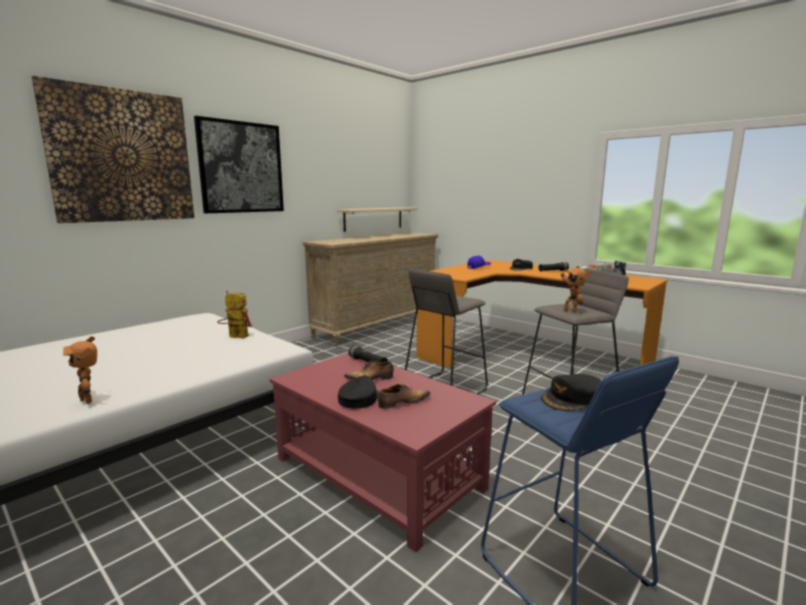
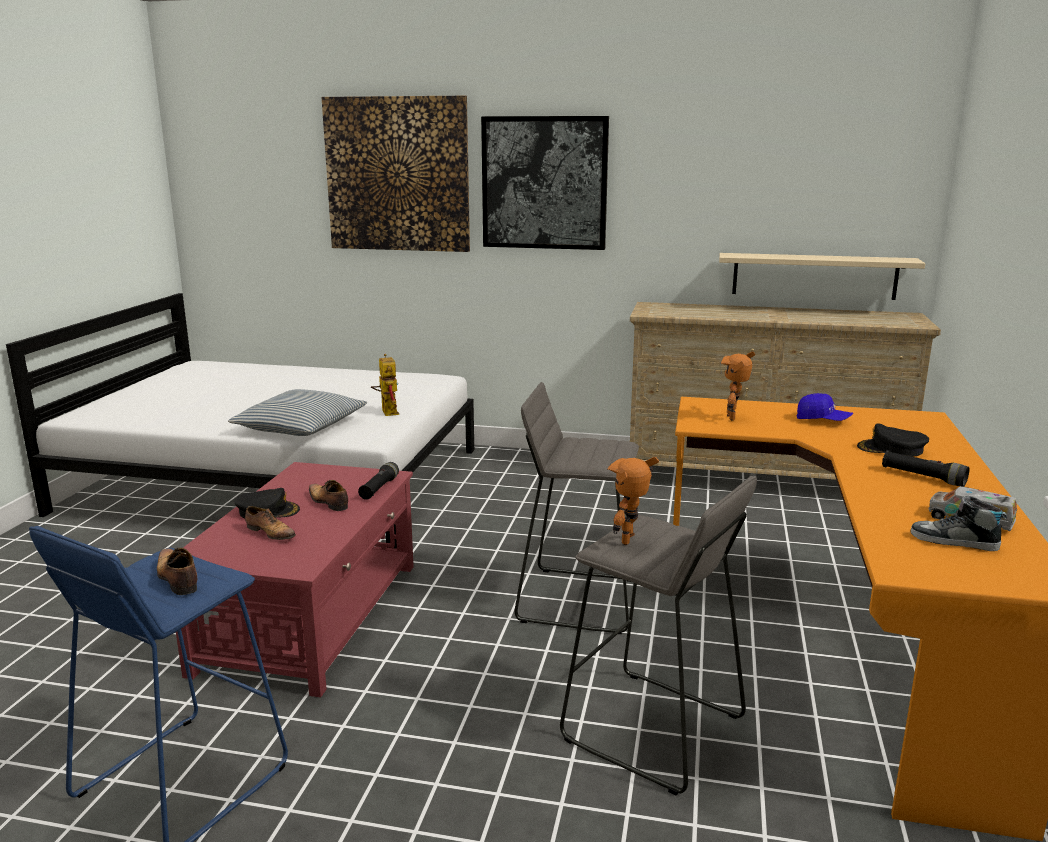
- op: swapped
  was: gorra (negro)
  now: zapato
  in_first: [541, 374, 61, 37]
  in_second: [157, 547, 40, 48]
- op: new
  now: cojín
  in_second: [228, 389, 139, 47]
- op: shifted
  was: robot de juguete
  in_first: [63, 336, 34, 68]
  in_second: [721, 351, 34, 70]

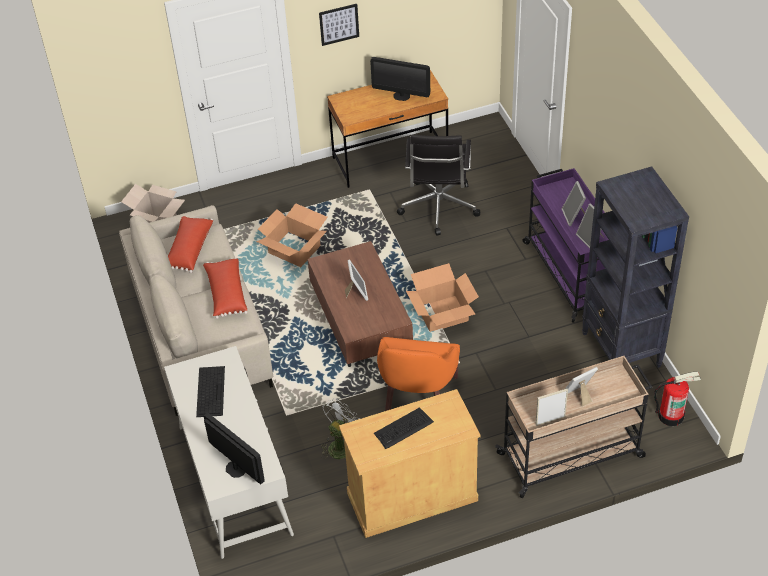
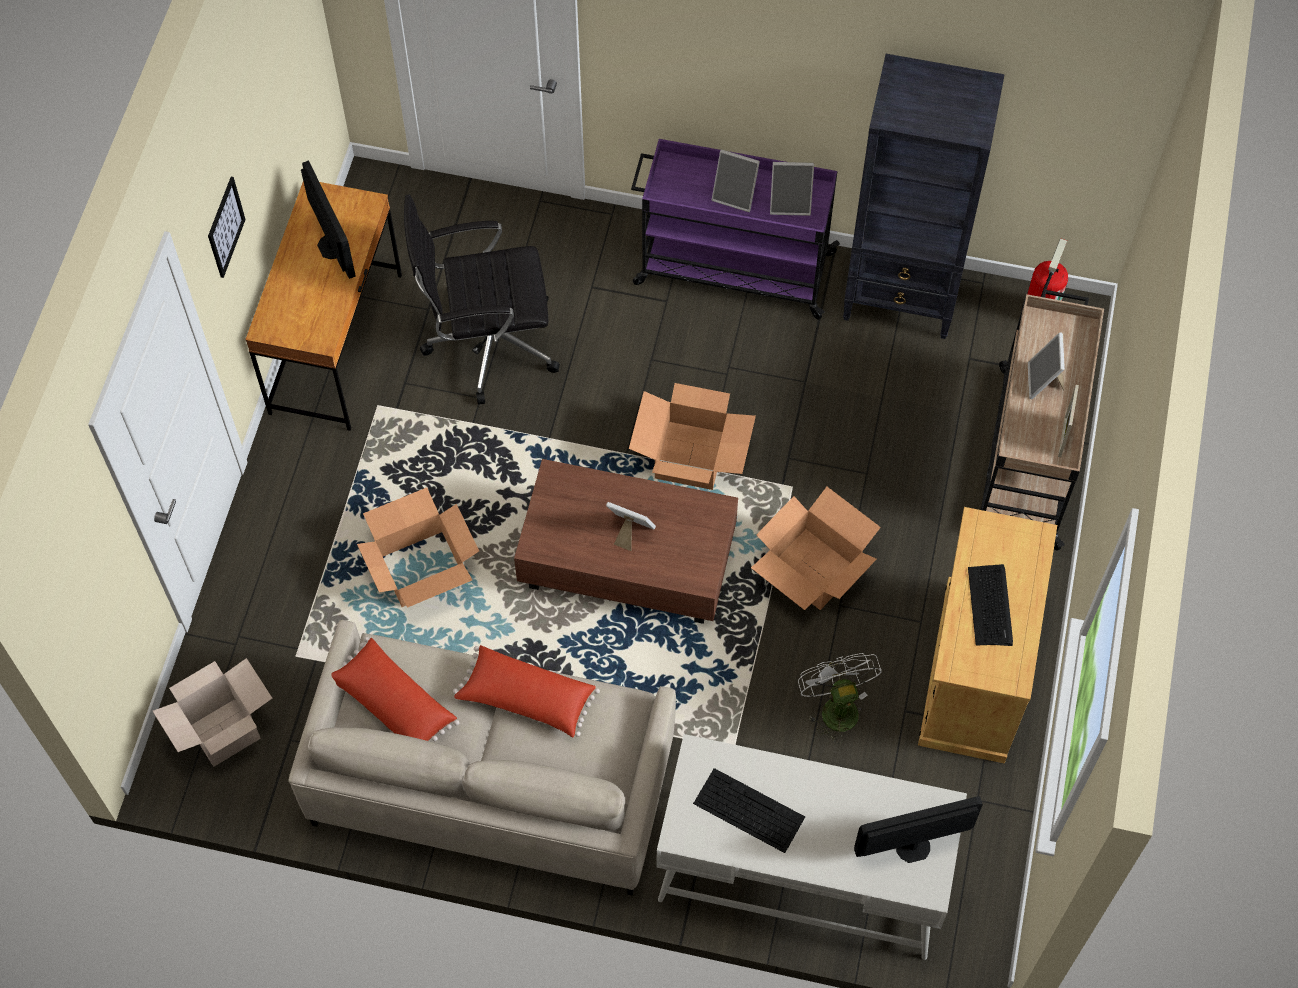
- op: rotated
  was: monitor
  in_first: [370, 57, 60, 44]
  in_second: [301, 161, 55, 118]
  clockwise: -75
- op: rotated
  was: silla de oficina (negro)
  in_first: [397, 134, 83, 102]
  in_second: [404, 194, 156, 211]
  clockwise: 135
- op: swapped
  was: sillón (naranja)
  now: caja de cartón
  in_first: [377, 337, 83, 74]
  in_second: [751, 487, 130, 123]

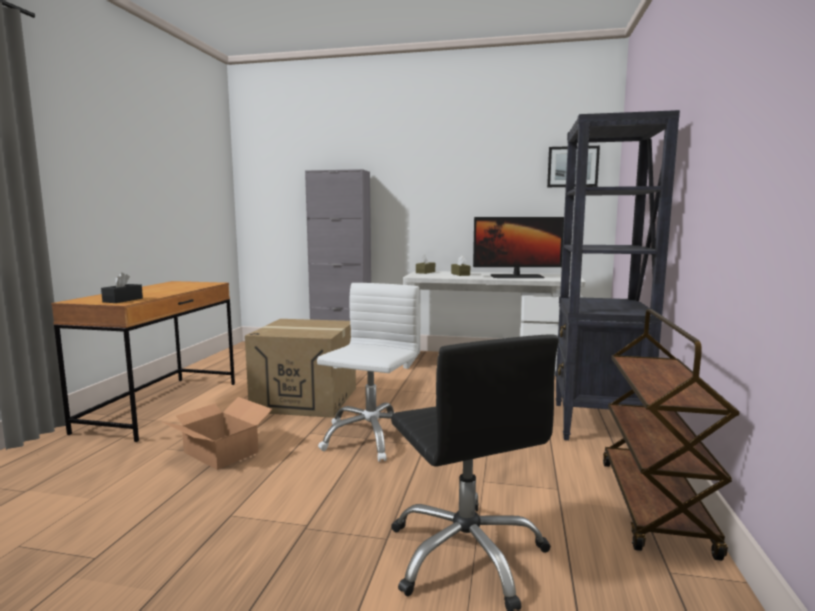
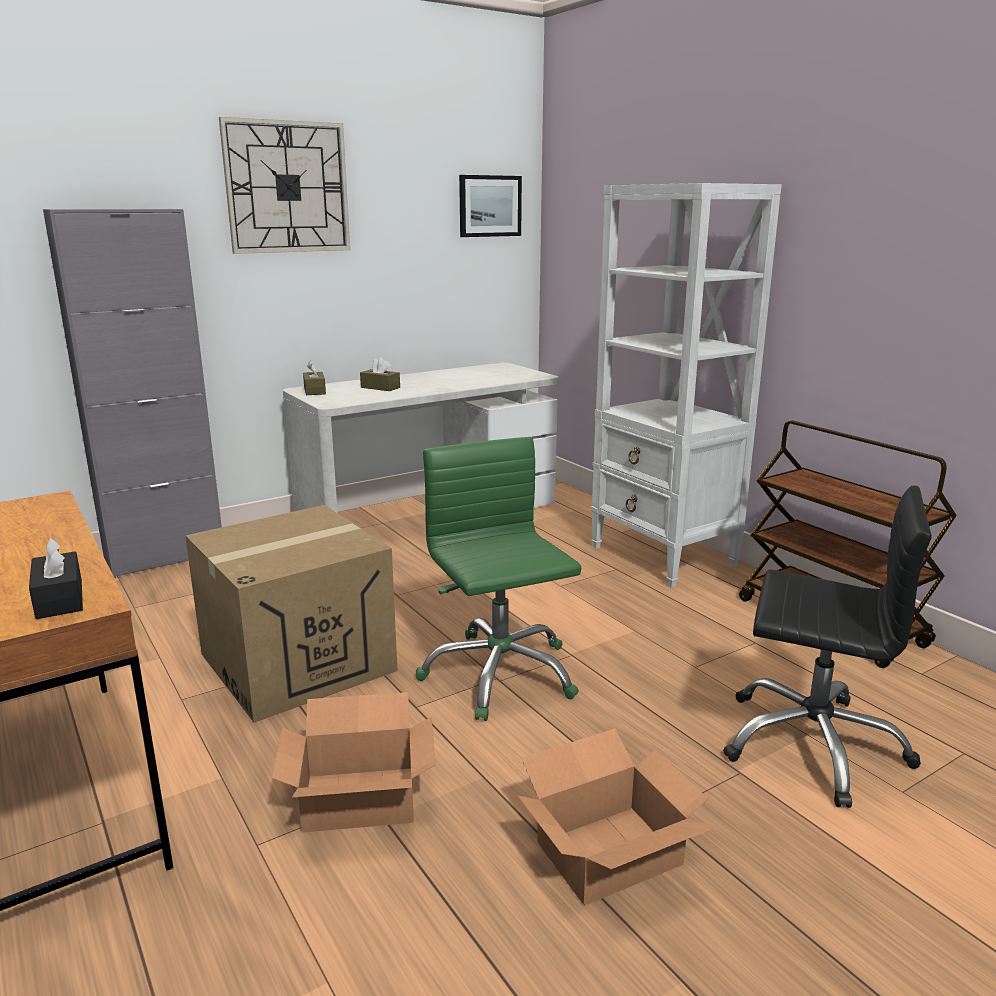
- op: new
  now: reloj de pared
  in_second: [219, 117, 131, 137]
- op: repainted
  was: silla de oficina (blanco)
  now: silla de oficina (verde)
  in_first: [317, 283, 102, 179]
  in_second: [416, 437, 165, 284]
- op: new
  now: caja de cartón
  in_second: [518, 729, 198, 176]
- op: repainted
  was: estantería (negro)
  now: estantería (blanco)
  in_first: [555, 110, 125, 330]
  in_second: [591, 183, 191, 405]
- op: gone
  was: monitor
  in_first: [473, 217, 91, 61]

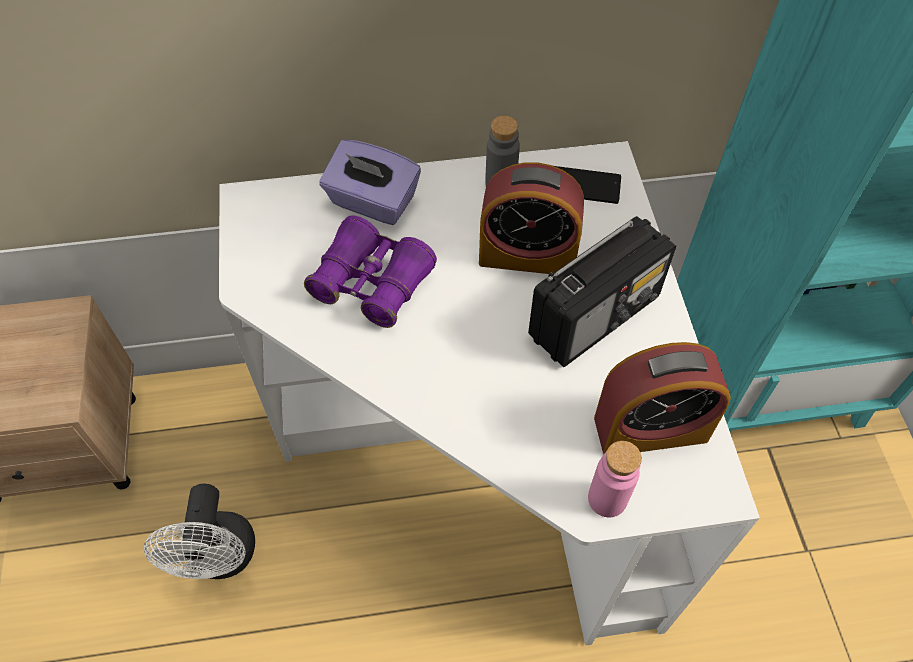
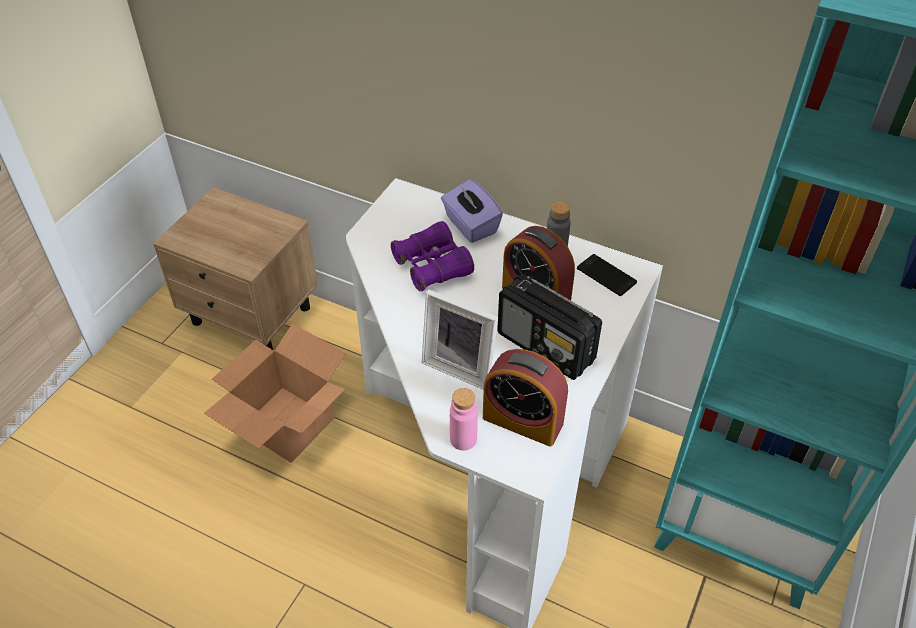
- op: swapped
  was: ventilador (blanco)
  now: caja de cartón
  in_first: [144, 484, 111, 95]
  in_second: [204, 323, 142, 140]
- op: new
  now: portarretratos
  in_second: [422, 289, 76, 101]
- op: rotated
  was: radio
  in_first: [528, 216, 148, 151]
  in_second: [497, 274, 105, 106]
  clockwise: 45

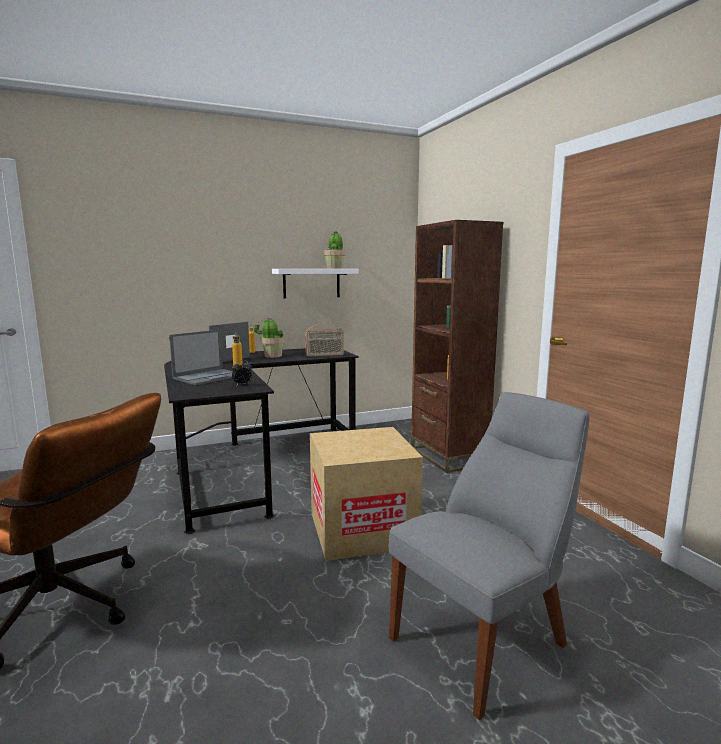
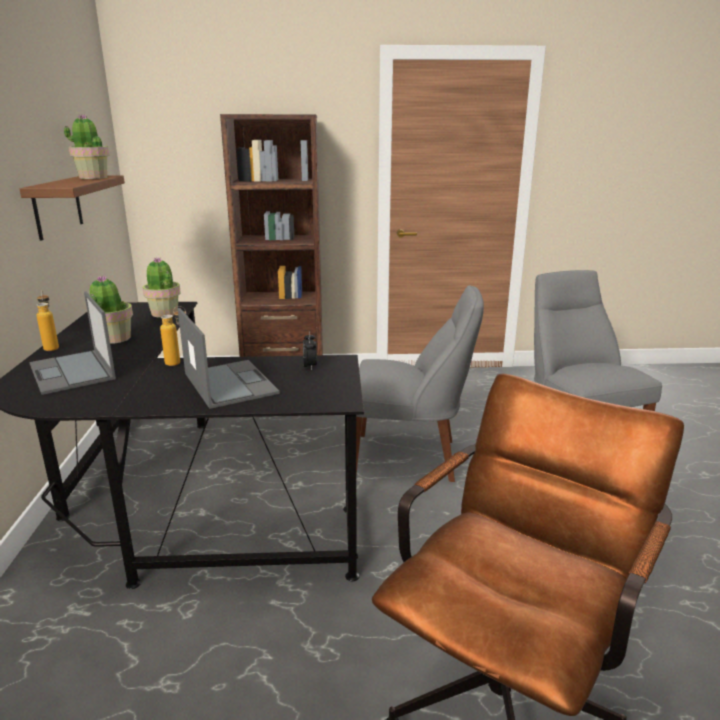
- op: repainted
  was: estante (blanco)
  now: estante (marrón)
  in_first: [272, 269, 87, 29]
  in_second: [20, 176, 105, 65]
- op: swapped
  was: radio
  now: planta en maceta
  in_first: [305, 323, 39, 34]
  in_second: [143, 257, 38, 61]
- op: swapped
  was: caja de cartón
  now: silla (gris)
  in_first: [310, 427, 113, 134]
  in_second: [356, 285, 128, 197]

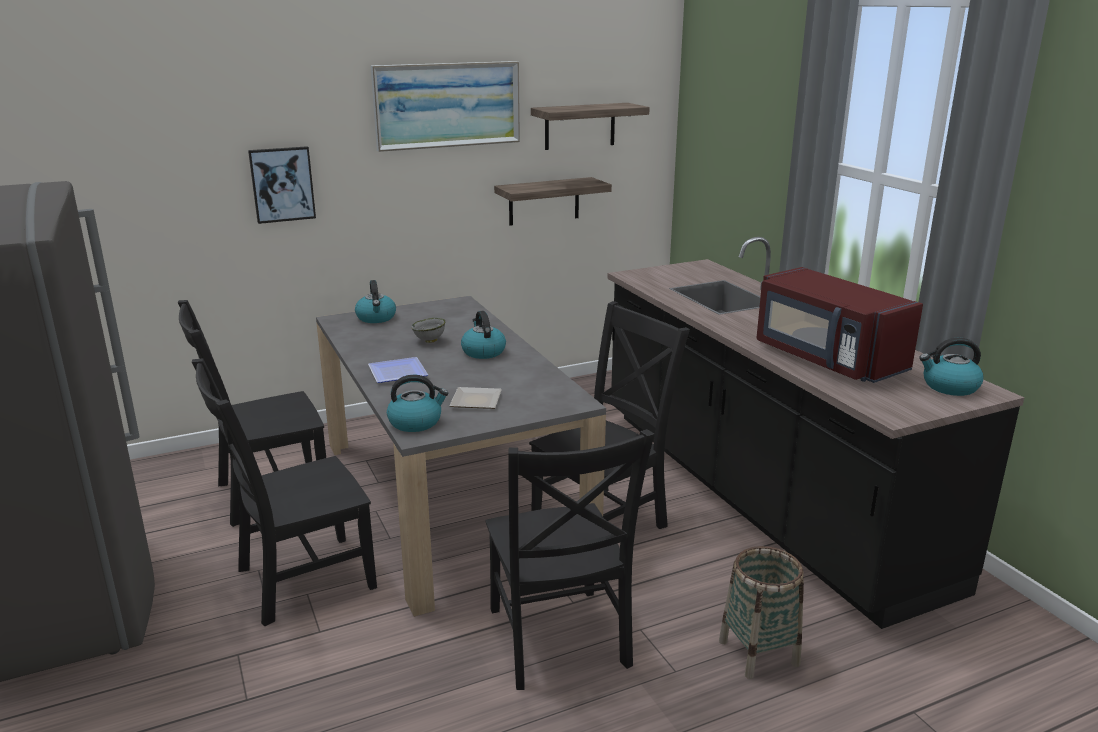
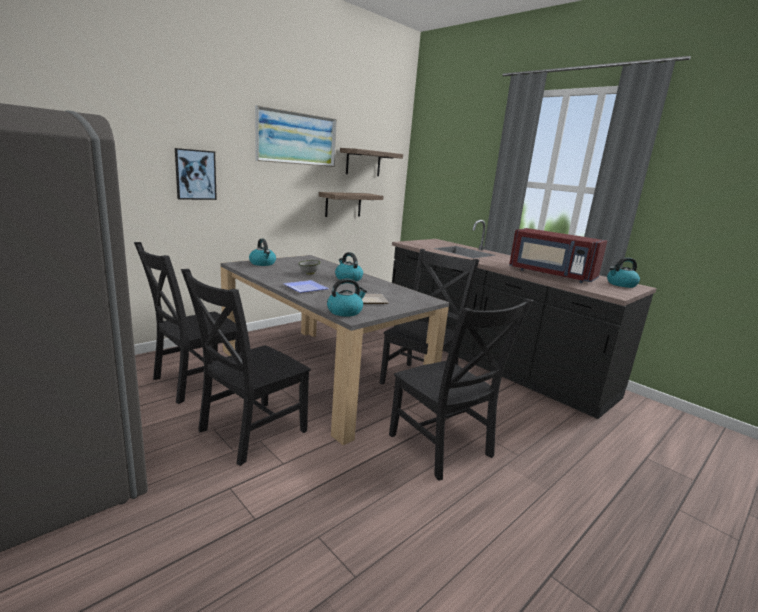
- op: gone
  was: cesta
  in_first: [719, 546, 85, 133]

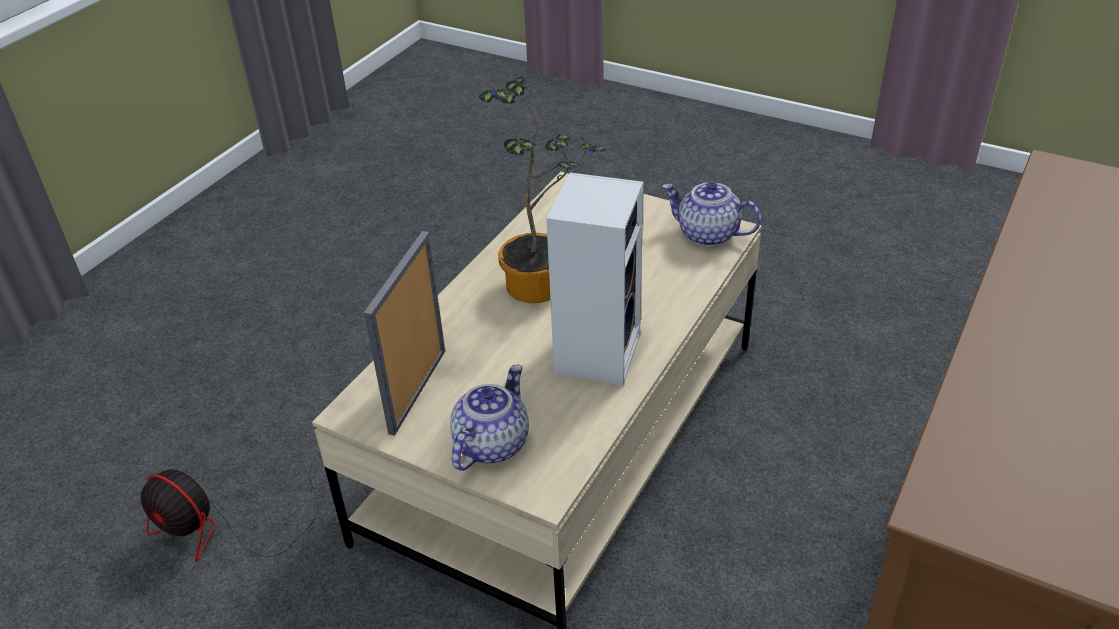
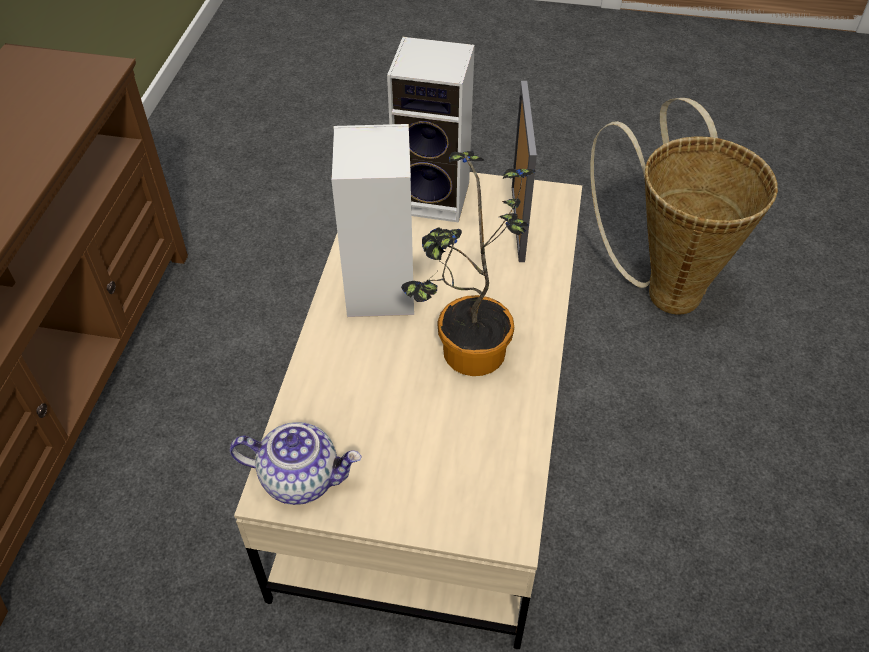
- op: swapped
  was: tetera
  now: altavoz
  in_first: [450, 364, 79, 107]
  in_second: [387, 37, 88, 186]
- op: swapped
  was: ventilador
  now: cesta
  in_first: [141, 452, 179, 110]
  in_second: [590, 98, 188, 217]

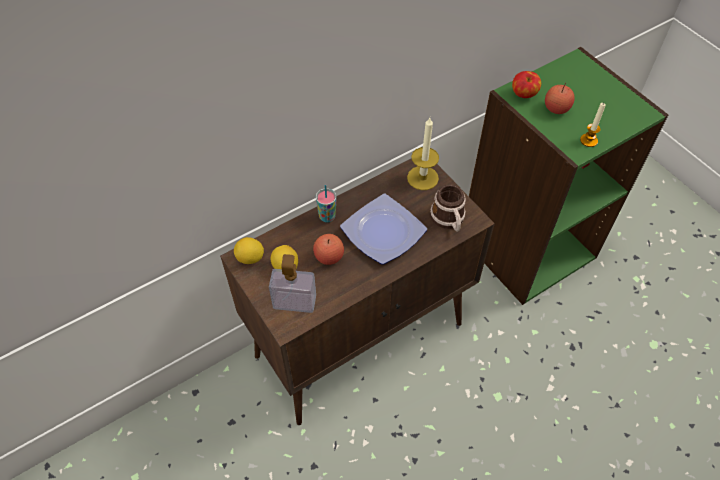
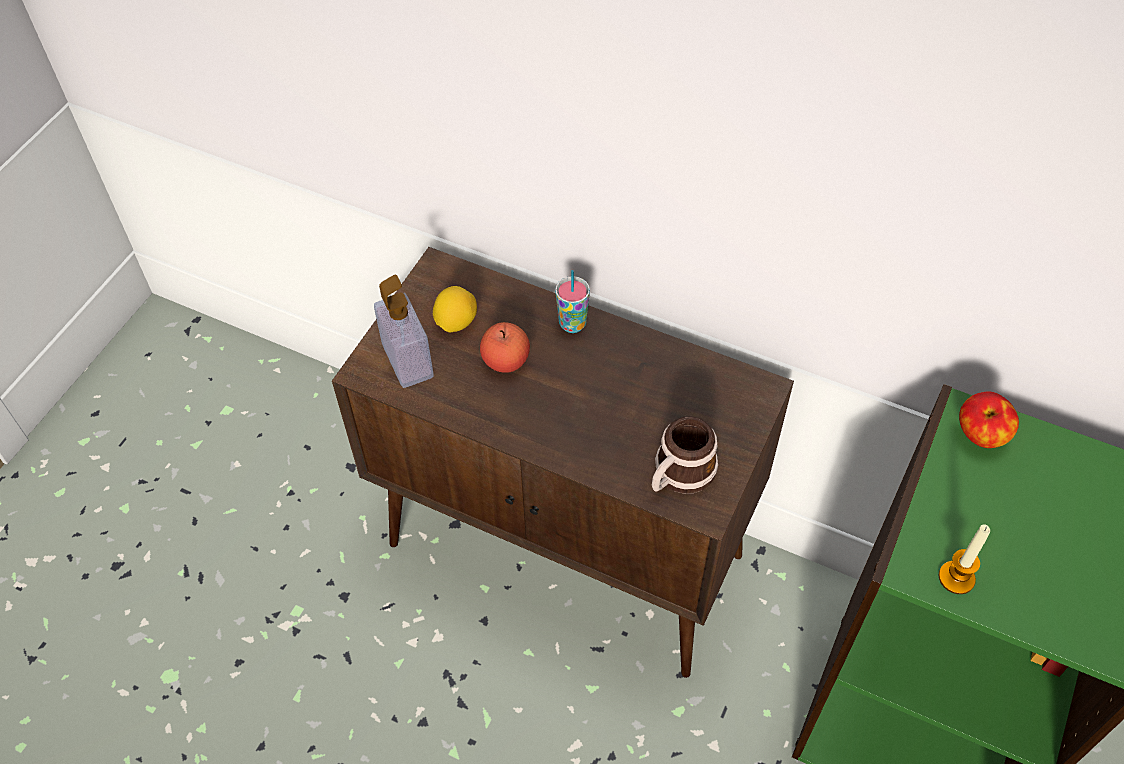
- op: gone
  was: limón
  in_first: [234, 237, 30, 27]
- op: gone
  was: plato
  in_first: [340, 194, 87, 71]
- op: gone
  was: vela
  in_first: [407, 118, 32, 72]
- op: gone
  was: manzana
  in_first: [545, 83, 30, 31]

